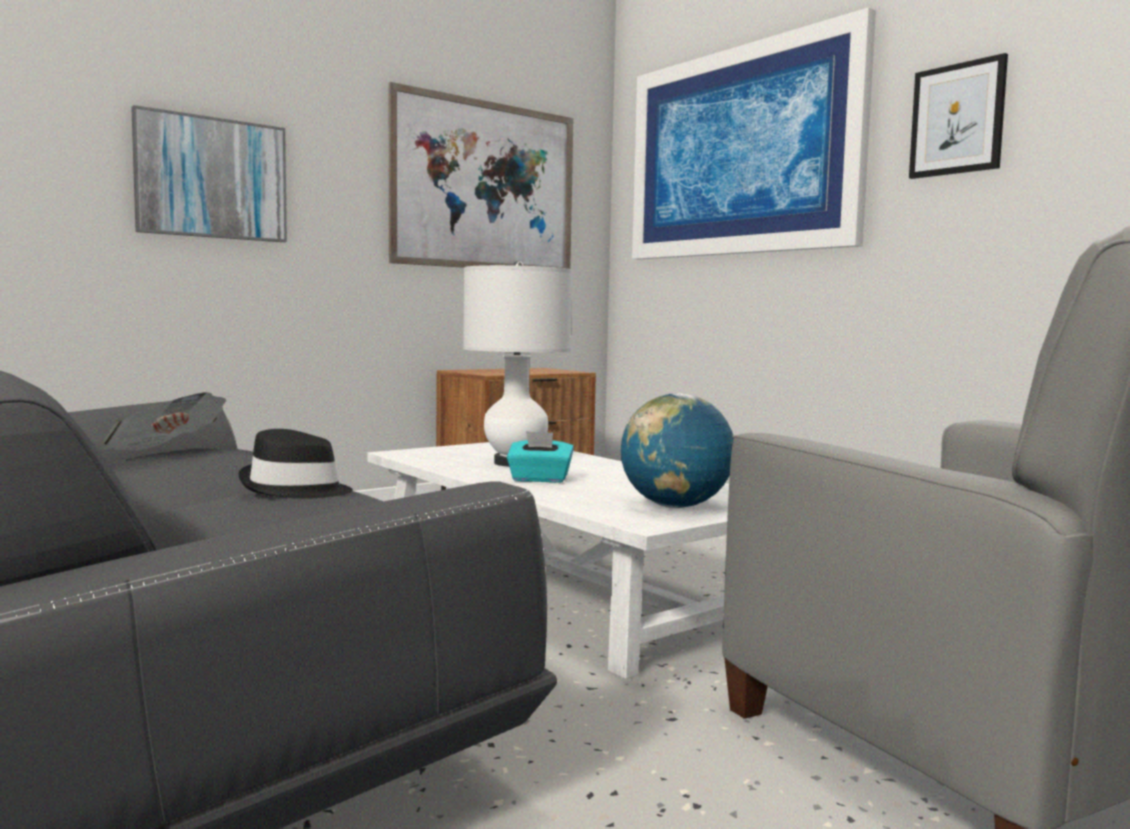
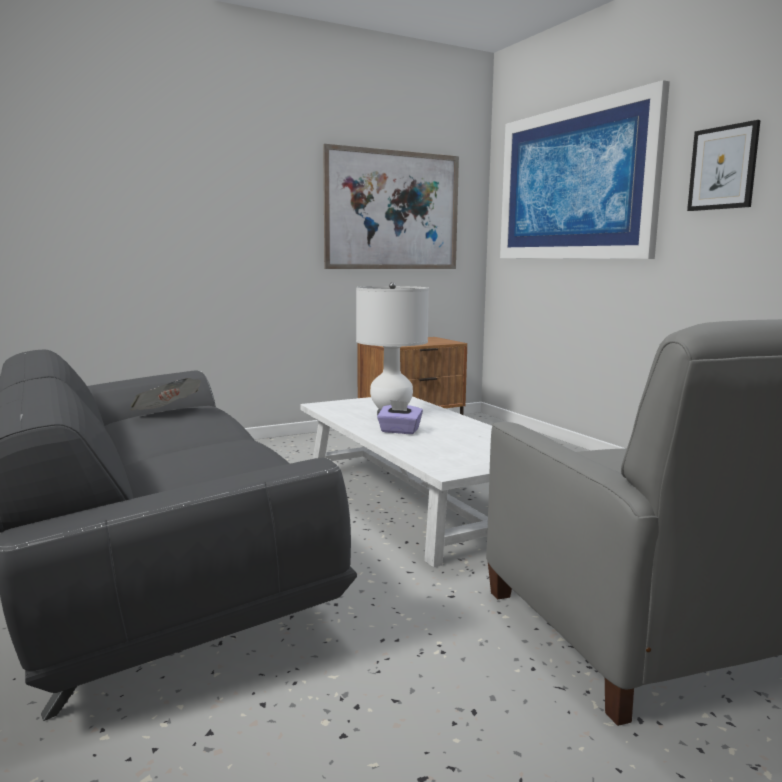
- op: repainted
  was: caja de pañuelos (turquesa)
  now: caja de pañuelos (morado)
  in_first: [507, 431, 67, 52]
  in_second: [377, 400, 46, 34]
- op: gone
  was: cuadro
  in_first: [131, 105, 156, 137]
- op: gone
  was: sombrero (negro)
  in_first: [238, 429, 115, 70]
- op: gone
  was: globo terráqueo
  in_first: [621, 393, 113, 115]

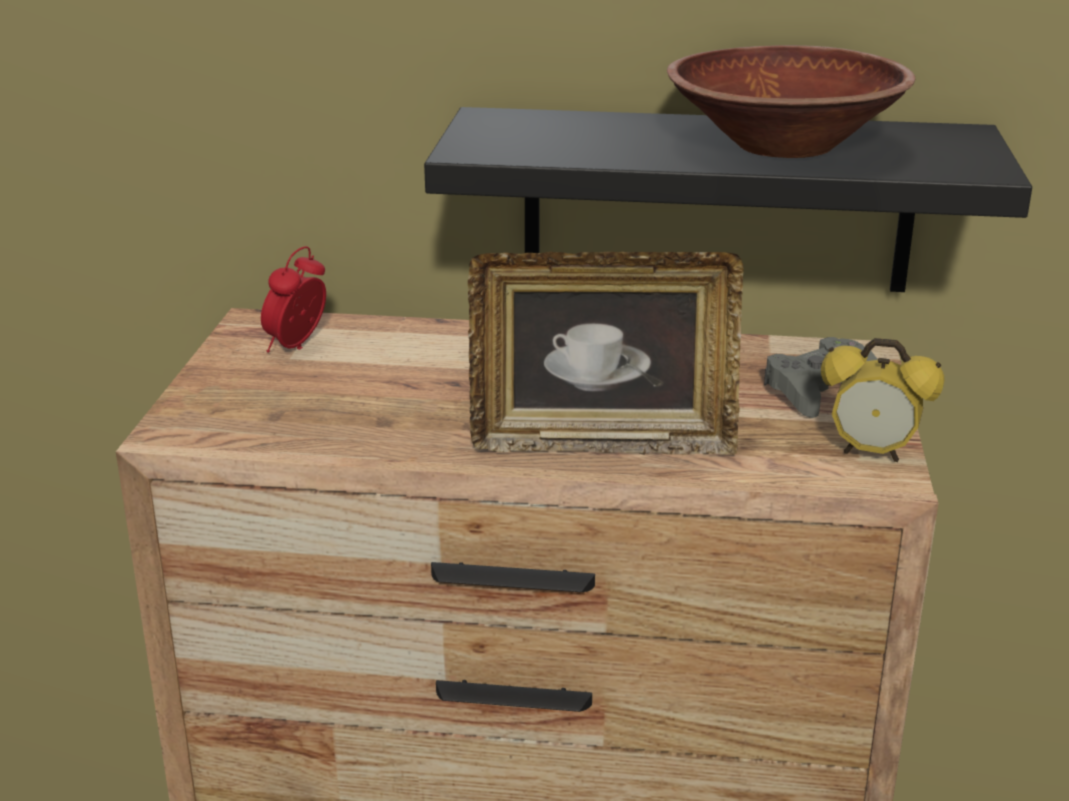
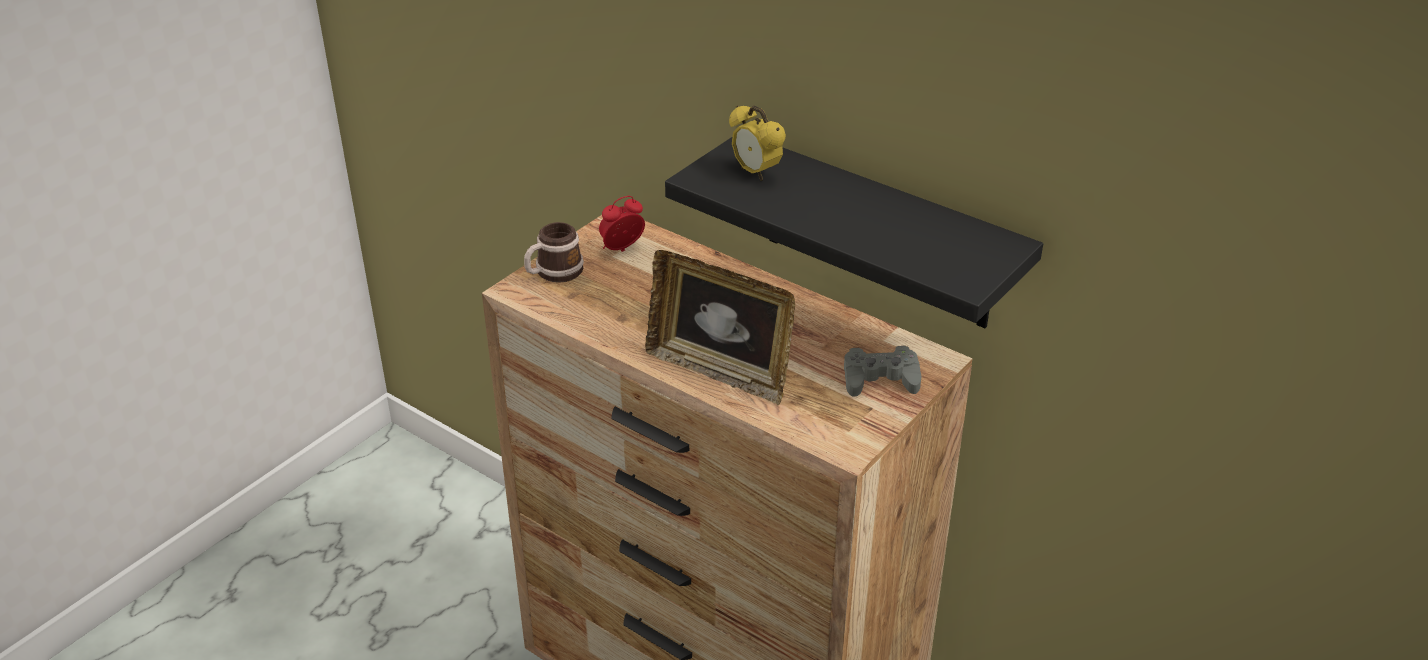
- op: new
  now: taza grande
  in_second: [524, 222, 60, 61]
- op: shifted
  was: despertador
  in_first: [821, 338, 124, 124]
  in_second: [729, 105, 57, 76]
- op: gone
  was: cuenco (marrón)
  in_first: [667, 45, 248, 113]

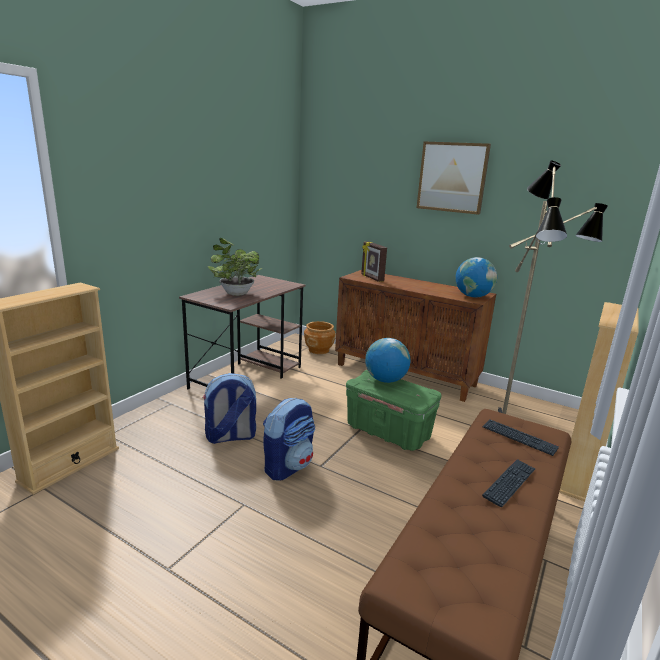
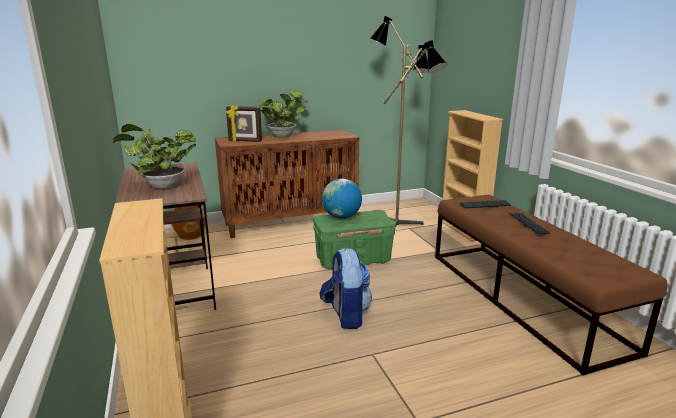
- op: new
  now: planta en maceta
  in_second: [259, 89, 48, 49]
- op: gone
  was: mochila
  in_first: [203, 373, 53, 71]
- op: gone
  was: cuadro
  in_first: [417, 141, 74, 74]
- op: gone
  was: globo terráqueo
  in_first: [455, 257, 42, 41]

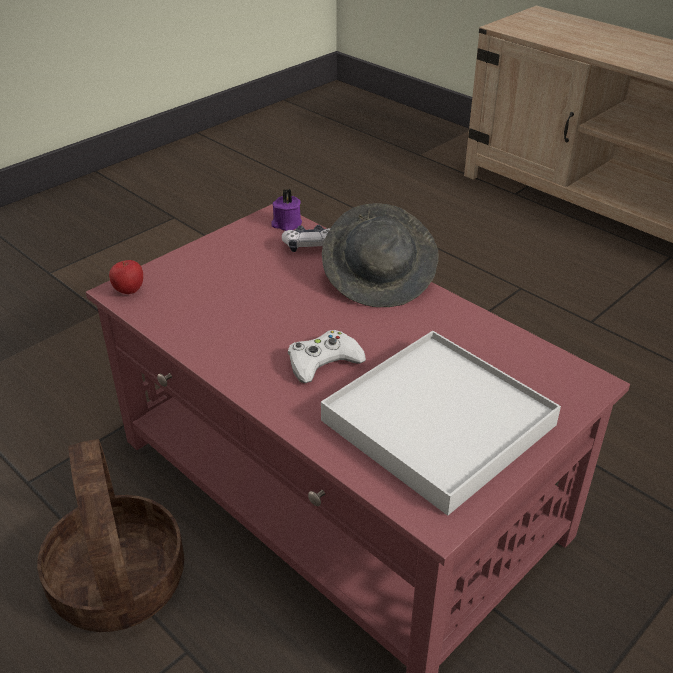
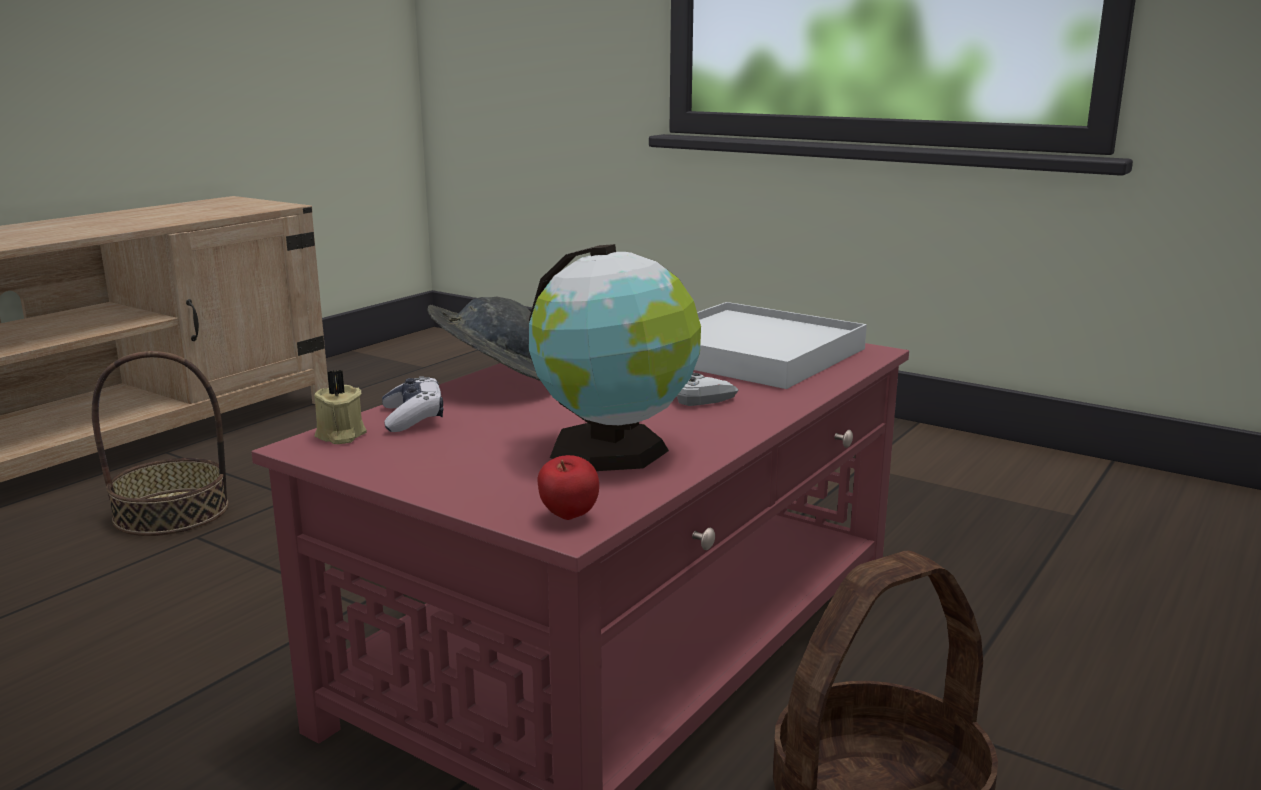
- op: new
  now: cesta
  in_second: [92, 351, 136, 185]
- op: repainted
  was: vela (morado)
  now: vela (beis)
  in_first: [271, 189, 31, 42]
  in_second: [314, 370, 53, 74]
- op: new
  now: globo terráqueo
  in_second: [529, 244, 172, 227]

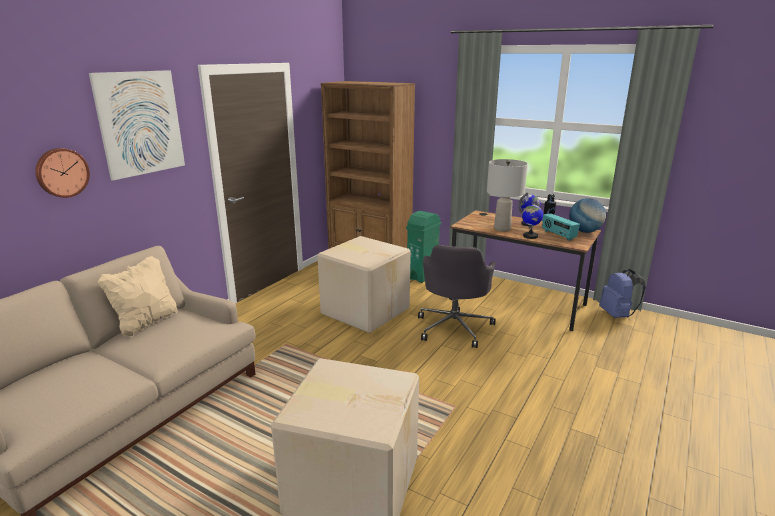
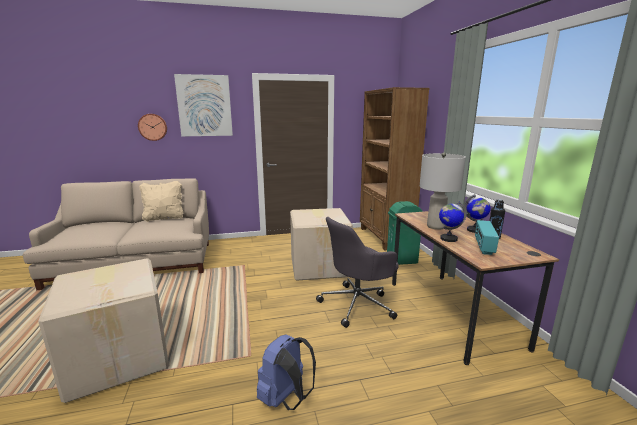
- op: shifted
  was: mochila (azul)
  in_first: [599, 269, 47, 49]
  in_second: [257, 334, 59, 76]
- op: gone
  was: globo terráqueo
  in_first: [569, 198, 37, 35]

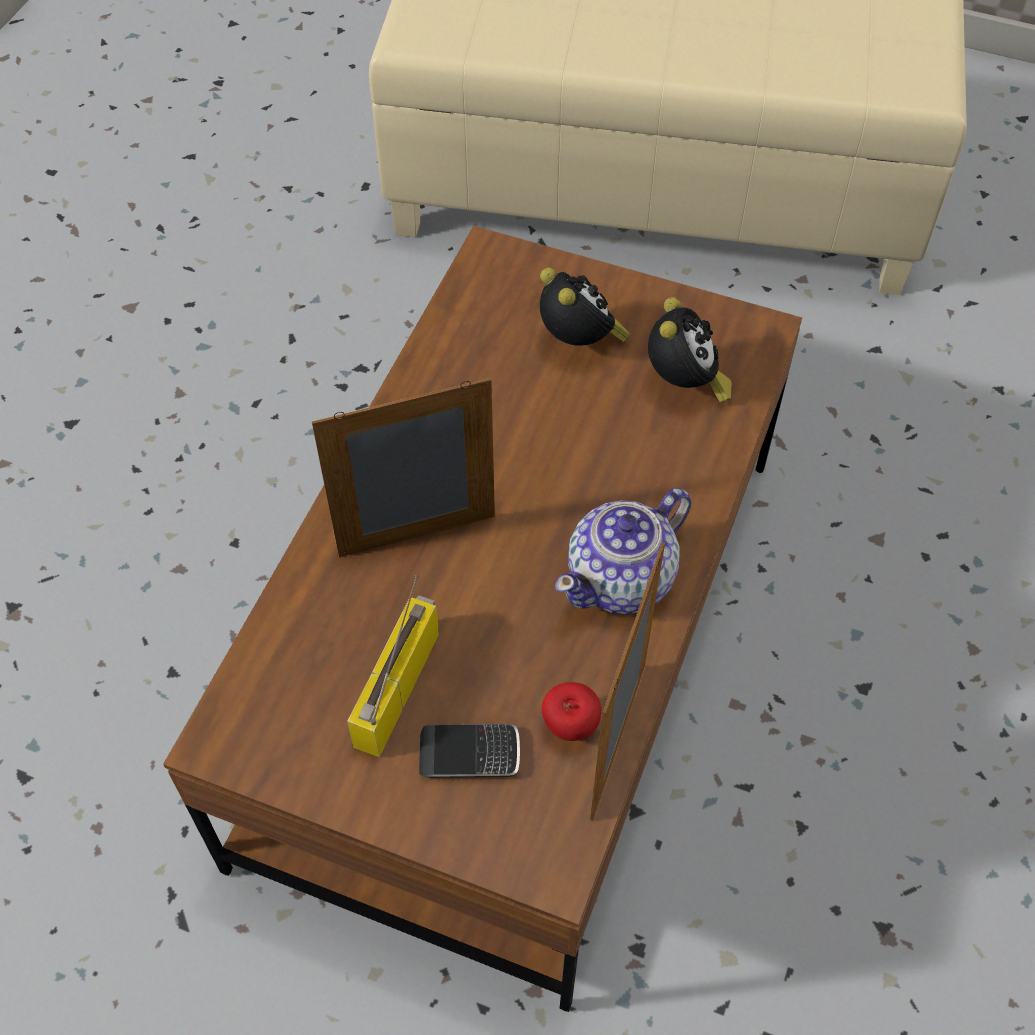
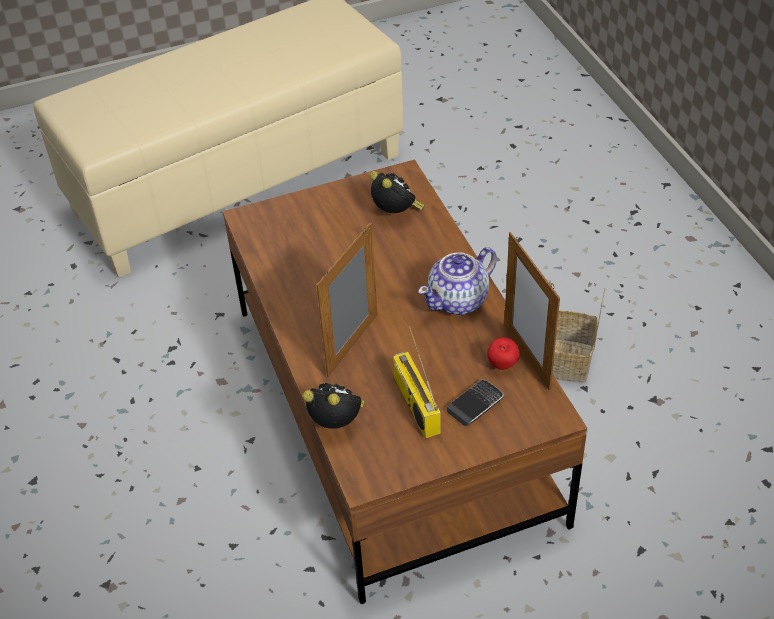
- op: shifted
  was: despertador
  in_first: [540, 267, 90, 79]
  in_second: [302, 383, 62, 46]
- op: rotated
  was: tetera
  in_first: [555, 488, 136, 126]
  in_second: [418, 247, 79, 68]
  clockwise: 45
- op: new
  now: cesta
  in_second: [548, 280, 58, 103]

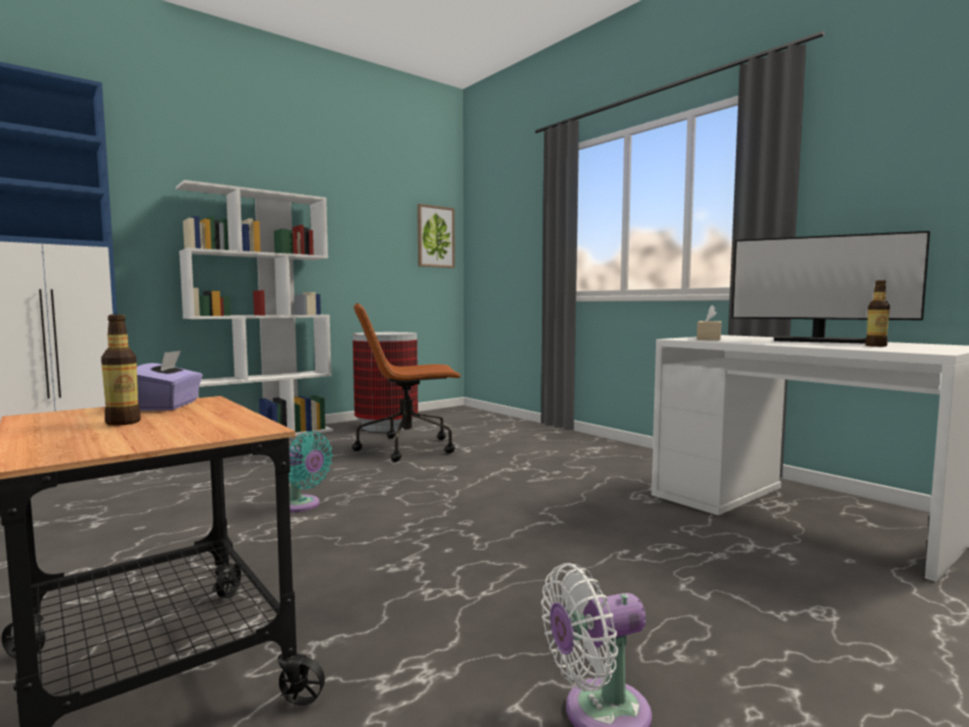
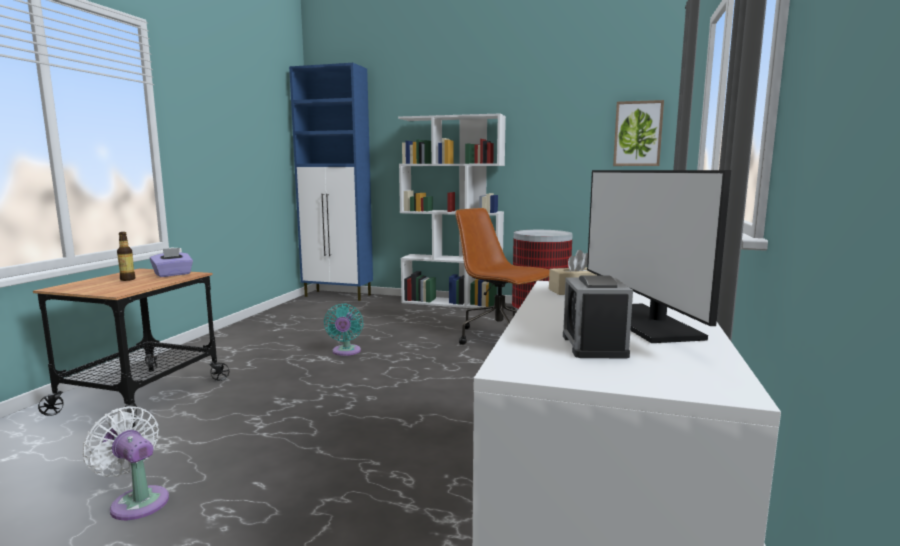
- op: swapped
  was: botella
  now: despertador
  in_first: [865, 280, 25, 67]
  in_second: [563, 275, 70, 84]

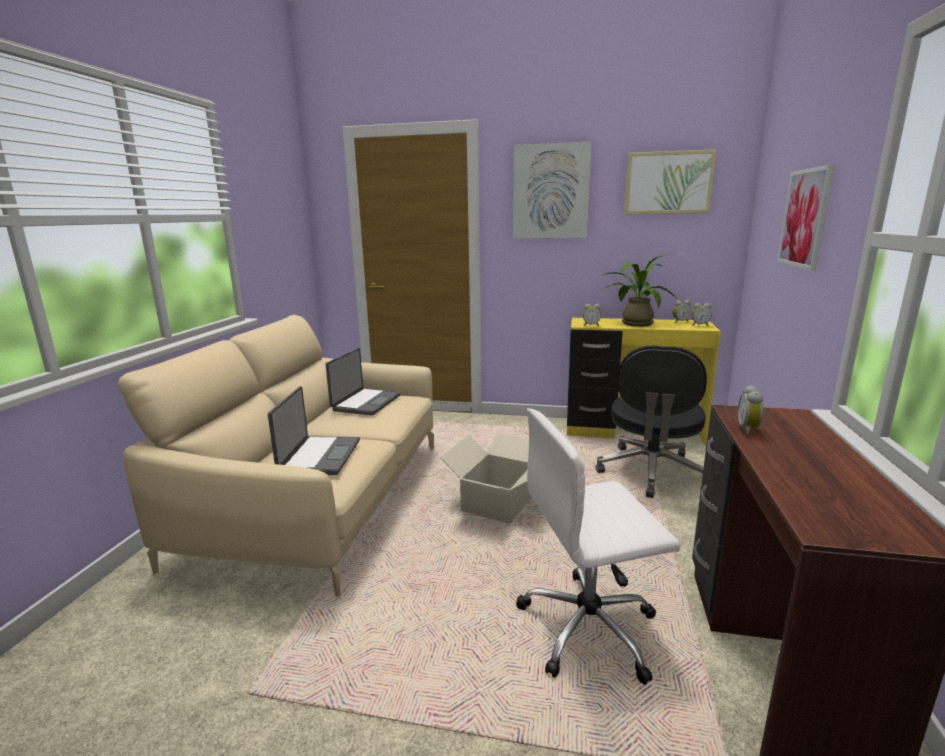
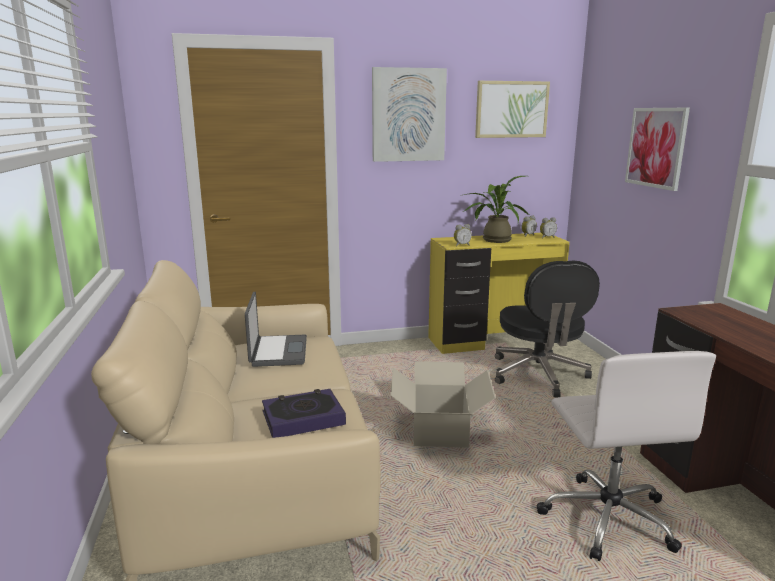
- op: swapped
  was: portátil
  now: libro
  in_first: [268, 387, 92, 88]
  in_second: [262, 389, 84, 49]
- op: rotated
  was: silla de oficina (blanco)
  in_first: [516, 408, 164, 277]
  in_second: [537, 351, 179, 210]
  clockwise: -60
- op: gone
  was: despertador
  in_first: [738, 385, 25, 50]

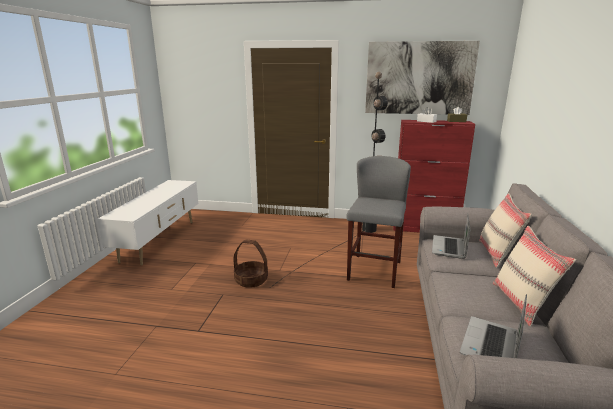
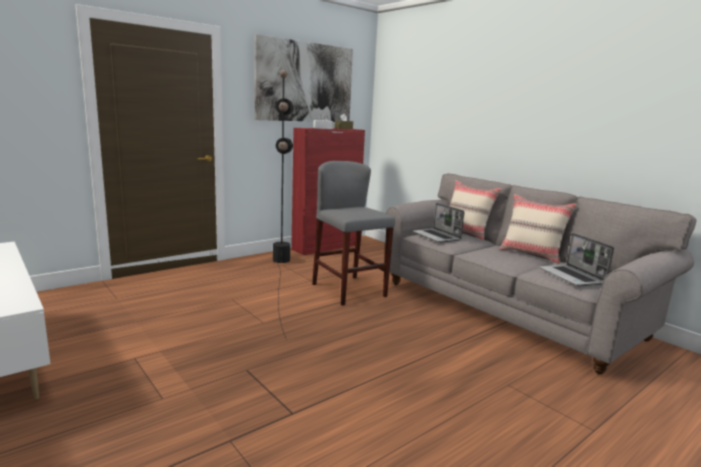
- op: gone
  was: cesta
  in_first: [233, 239, 35, 49]

